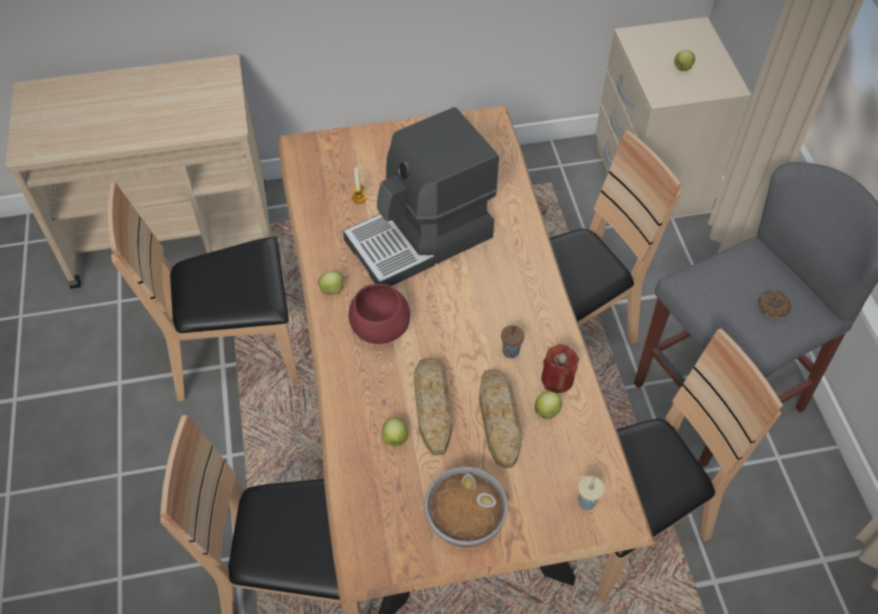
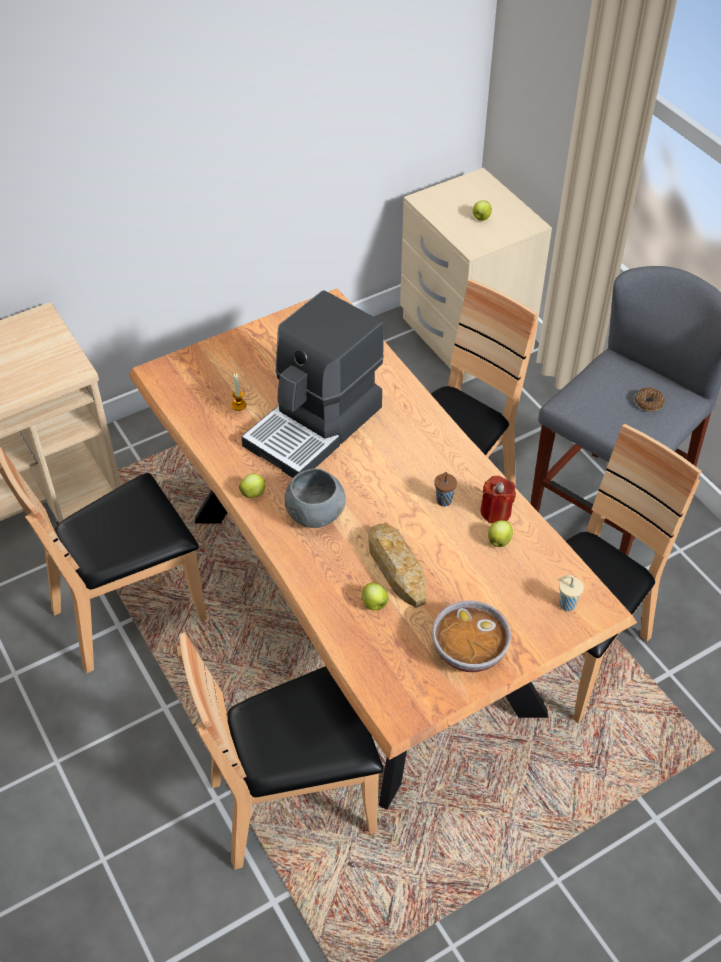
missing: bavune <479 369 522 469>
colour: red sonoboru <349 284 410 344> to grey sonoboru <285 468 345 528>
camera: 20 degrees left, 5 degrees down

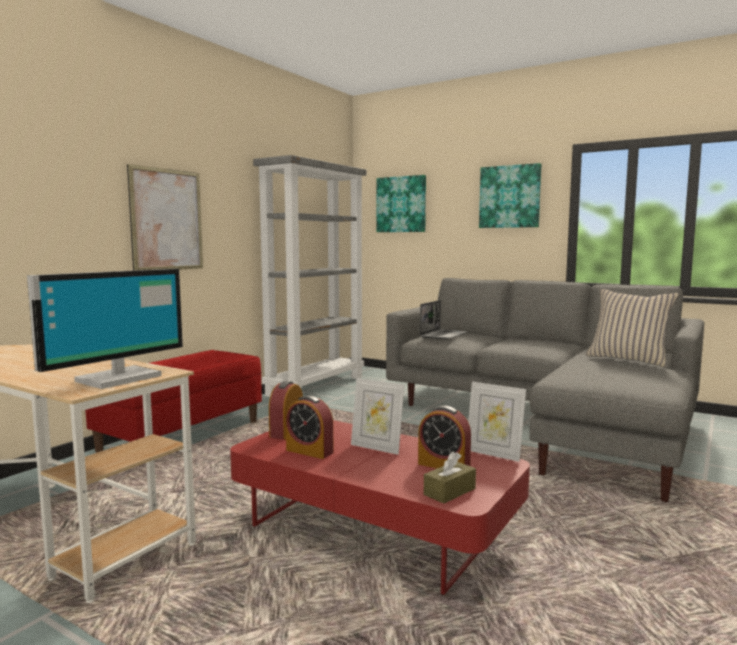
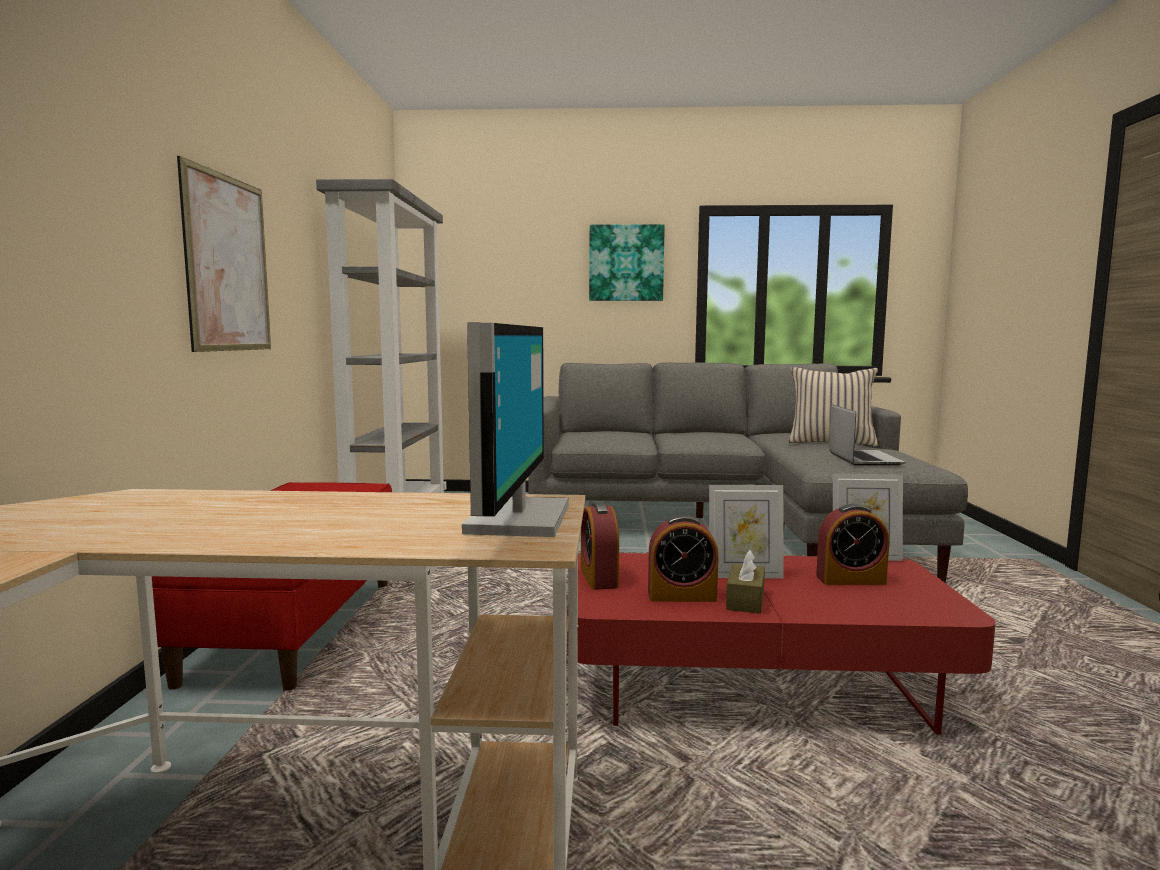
missing: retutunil <376 175 426 232>
relocated: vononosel <420 300 468 340> to <829 404 906 466>; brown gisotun <424 451 476 504> to <726 549 765 614>
camera: 30 degrees left, 0 degrees up

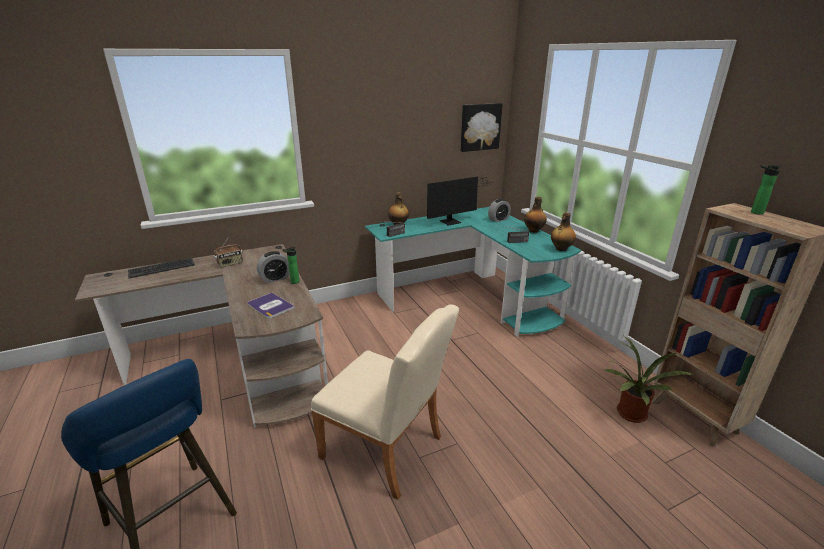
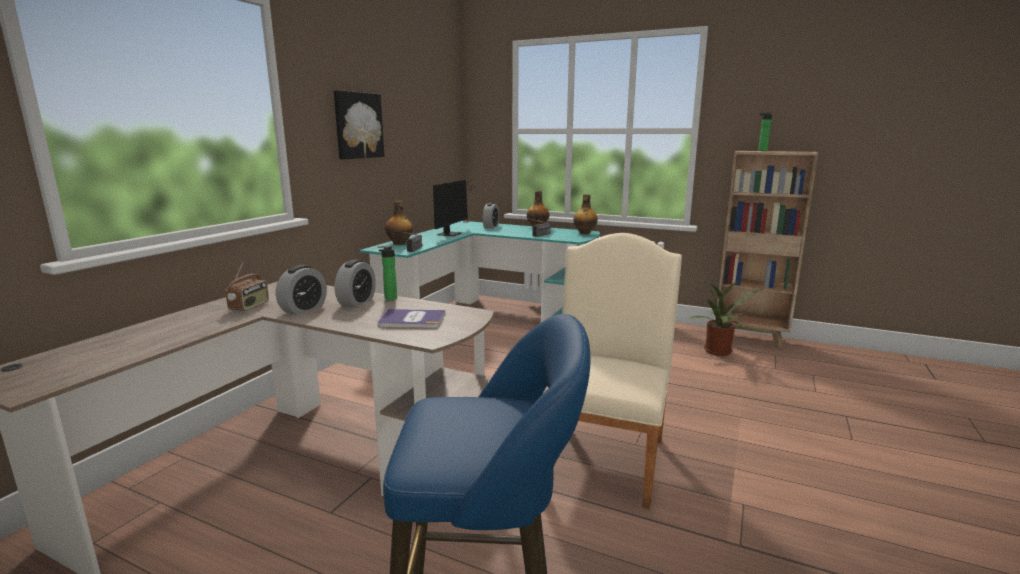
missing: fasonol <128 258 195 278>
appeared: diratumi <276 265 327 315>
relocated: retutunil <461 103 503 152> to <334 90 384 159>
spun: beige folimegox <311 304 459 500> = <542 233 682 509> 60 degrees counterclockwise
camera: 40 degrees left, 10 degrees down

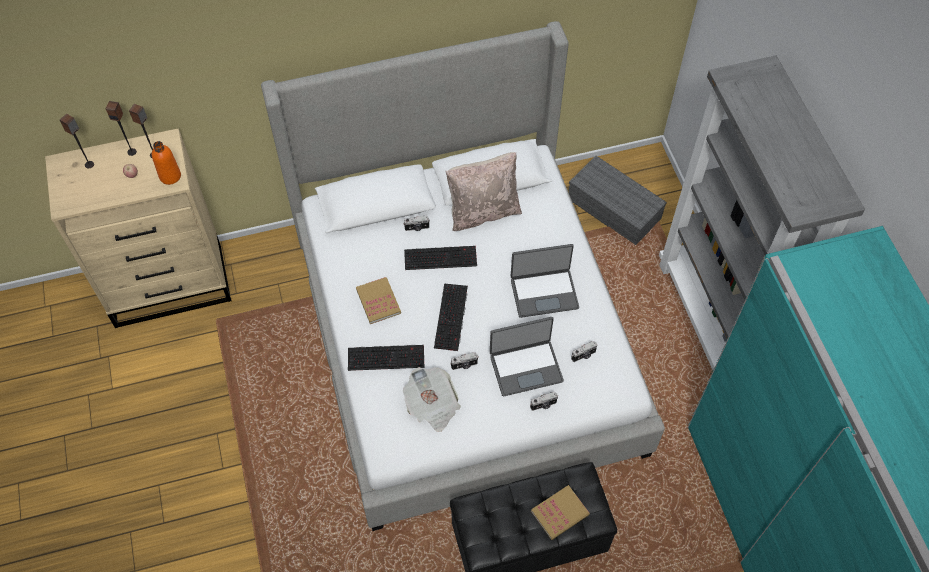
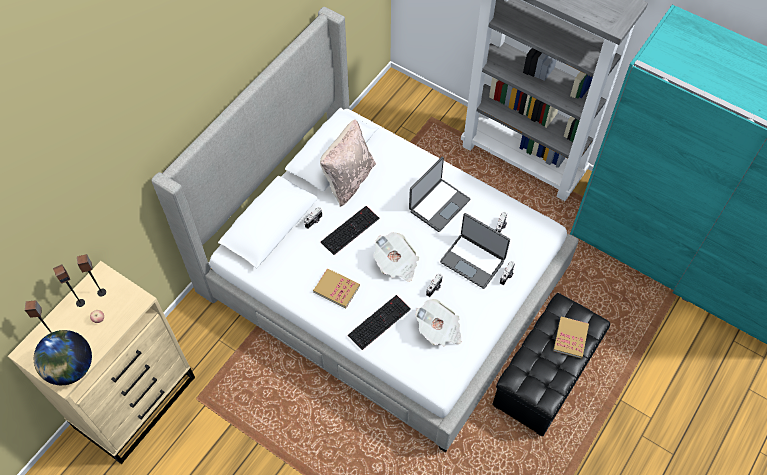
missing: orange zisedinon <152 141 181 185>; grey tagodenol <568 156 667 245>
appeared: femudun <34 330 92 385>
exchanged: fasonol <434 284 468 351> to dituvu <373 232 419 282>
spun: vononosel <490 317 564 396> = <440 213 510 289> 90 degrees clockwise
camera: 40 degrees left, 0 degrees up

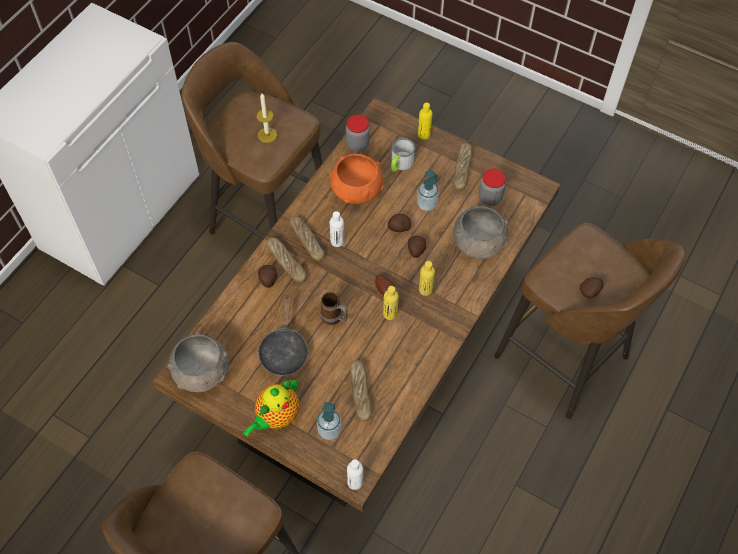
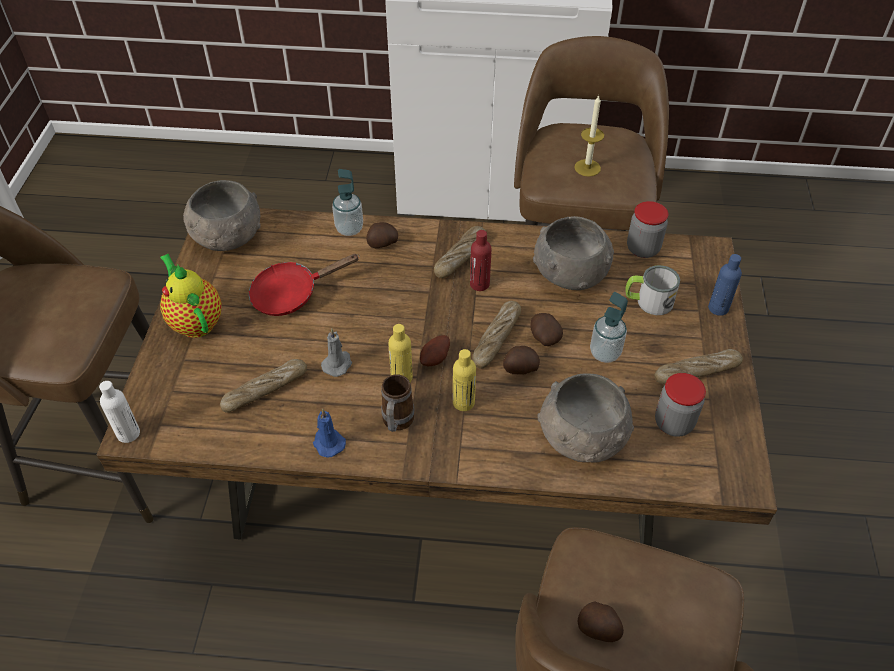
appeared: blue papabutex <313 409 346 457>; grey papabutex <321 329 352 377>
relocated: bavune <266 237 306 283> to <472 301 521 368>; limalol <317 402 341 440> to <332 169 363 236>; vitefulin <321 292 348 325> to <381 374 414 432>
colour: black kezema <258 295 309 376> to red kezema <249 254 360 316>; orange sonoboru <330 154 384 204> to grey sonoboru <533 216 614 290>; white zisedinon <330 211 344 247> to red zisedinon <470 230 492 291>; yellow zisedinon <418 103 432 140> to blue zisedinon <708 254 742 316>
spun: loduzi <243 379 299 437> = <160 254 222 338> 45 degrees clockwise
camera: 65 degrees right, 10 degrees down

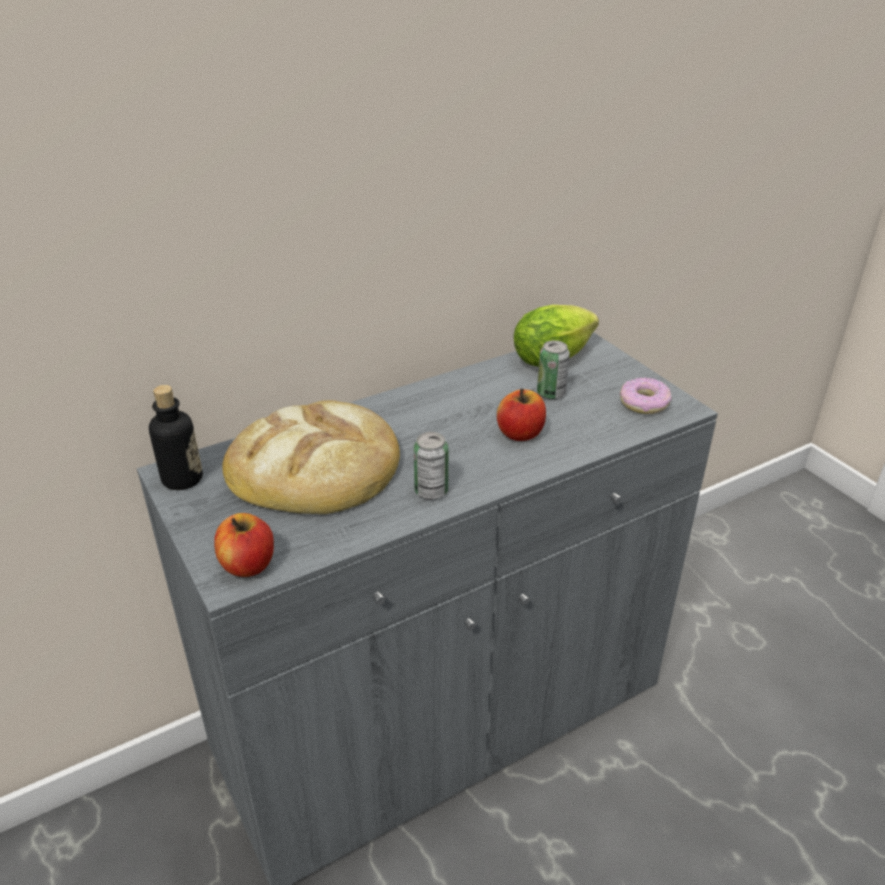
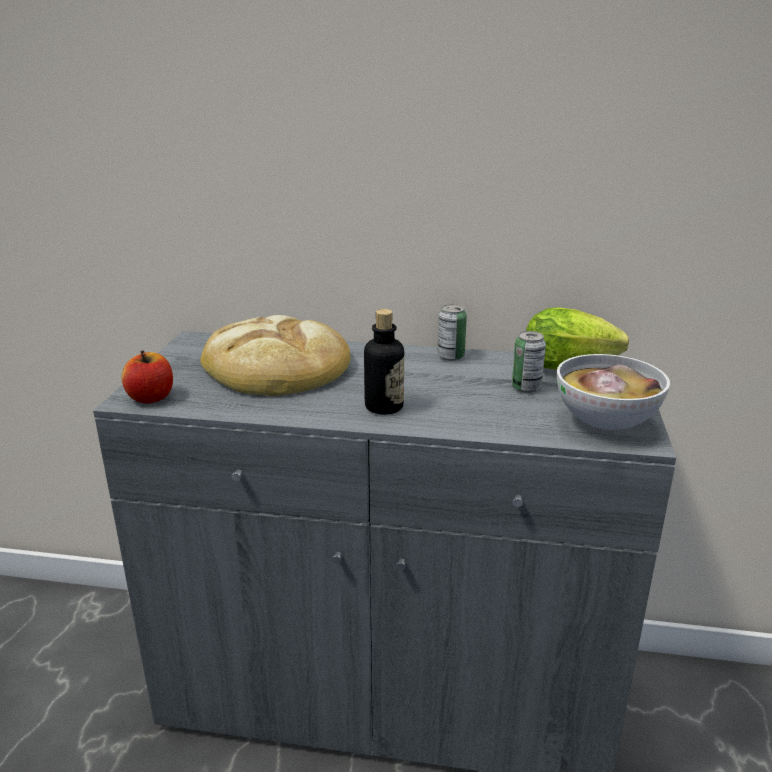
missing: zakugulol <497 389 546 441>
relocated: zisedinon <149 385 203 490> to <364 309 404 414>; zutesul <414 432 448 500> to <437 304 467 361>
exchanged: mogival <619 377 672 414> to sonoboru <557 354 670 431>
camera: 40 degrees right, 10 degrees down

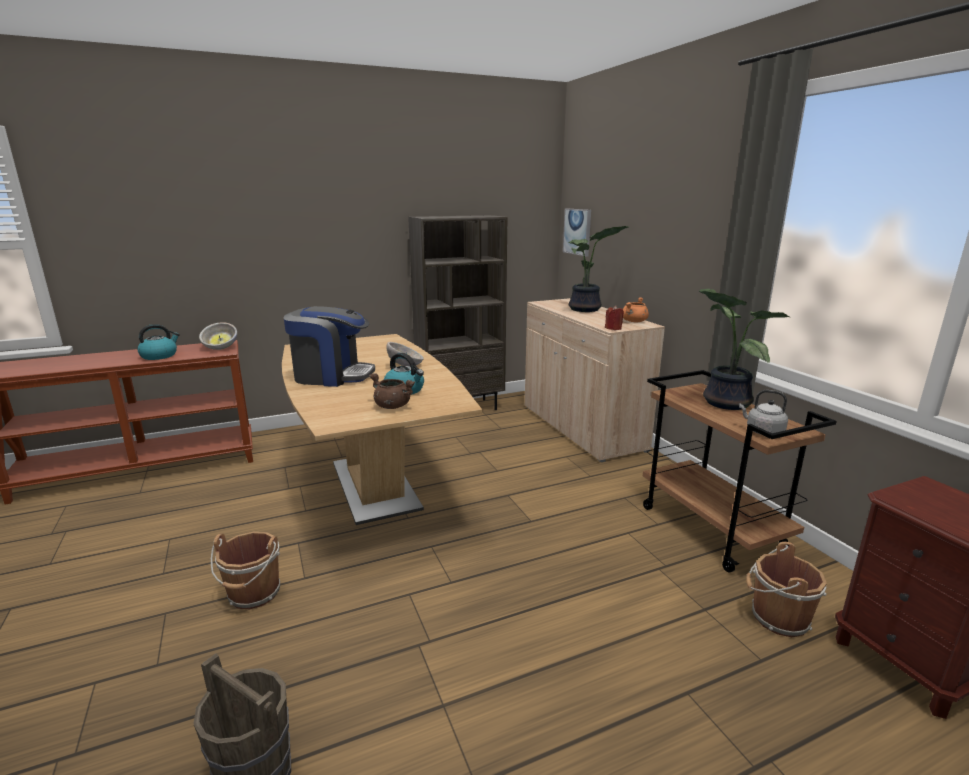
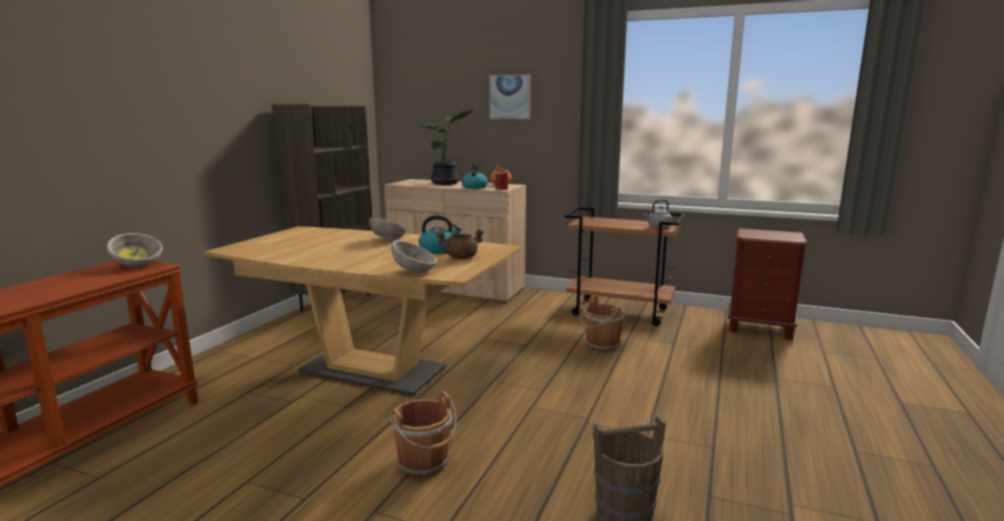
missing: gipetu <284 306 375 387>; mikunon <698 289 789 410>
appeared: sonoboru <391 240 437 273>
relocated: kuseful <137 324 180 360> to <462 162 488 189>; retutunil <563 209 591 257> to <489 74 531 119>; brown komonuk <746 542 827 637> to <580 296 626 351>
camera: 45 degrees left, 5 degrees down

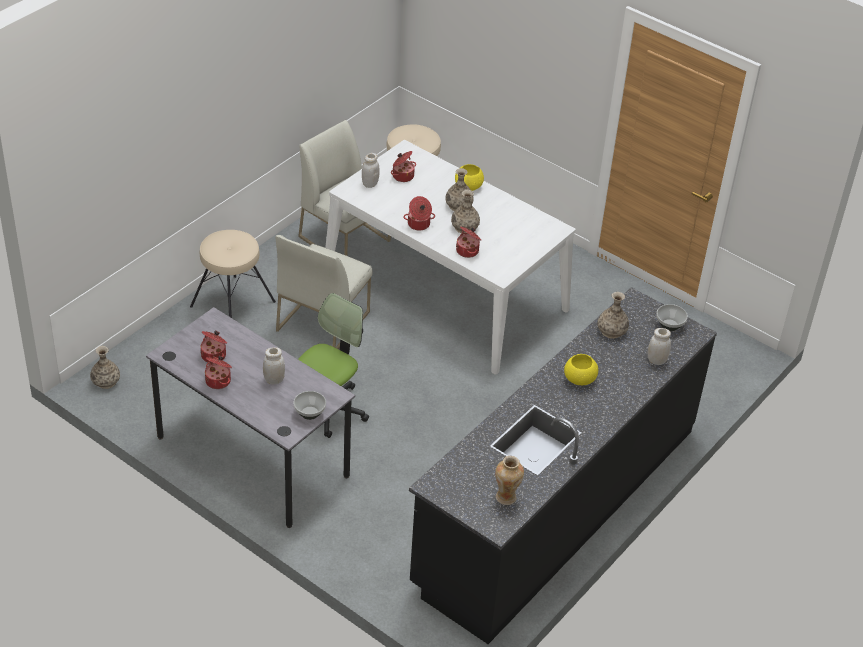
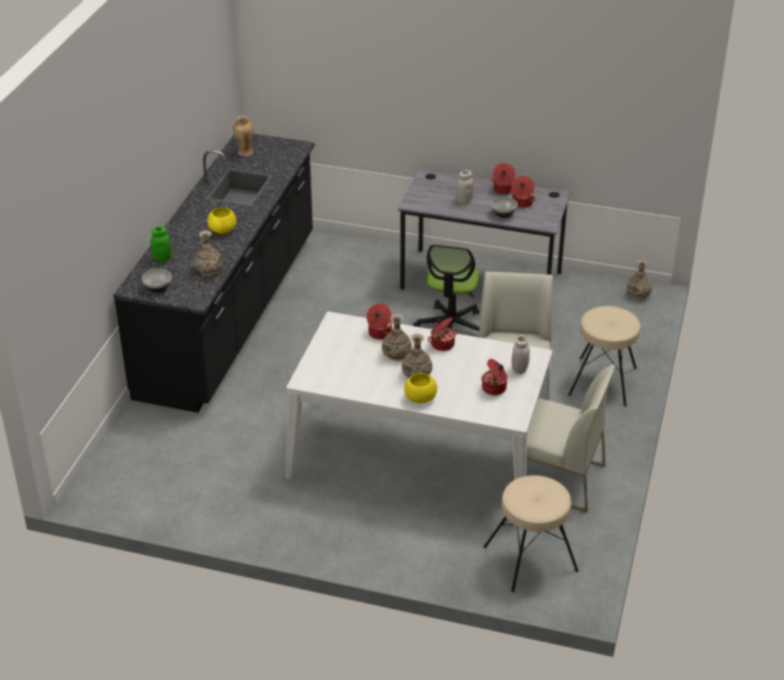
relocated: sonoboru <294 391 326 420> to <491 197 517 218>
colour: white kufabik <648 328 671 365> to green kufabik <151 226 171 262>
camera: 160 degrees right, 5 degrees down

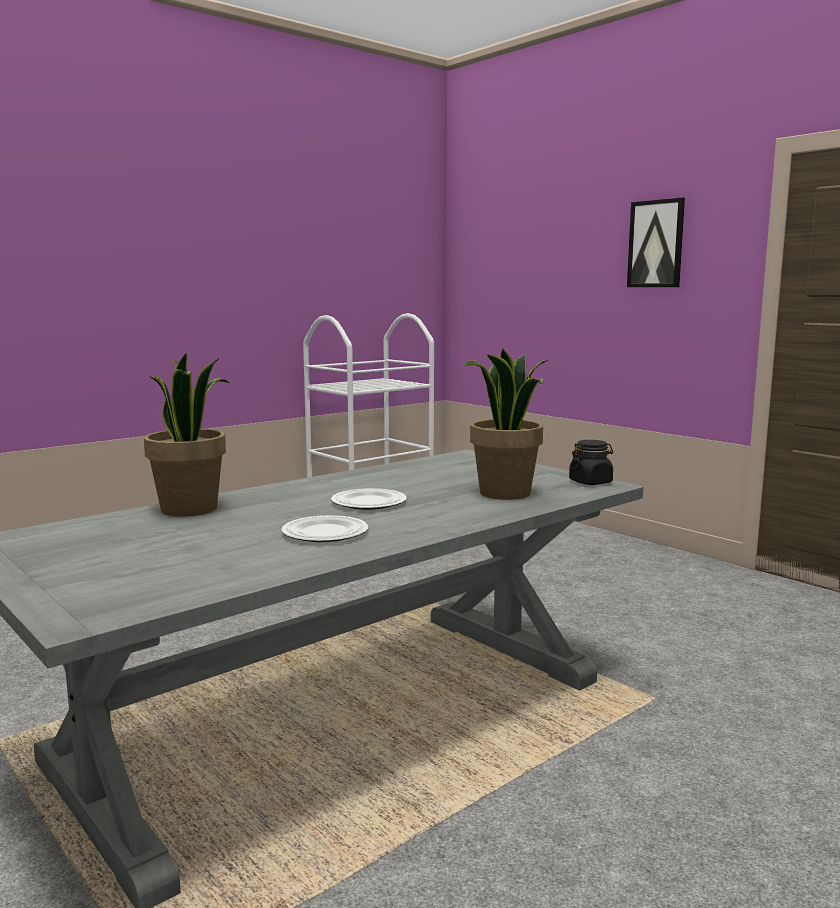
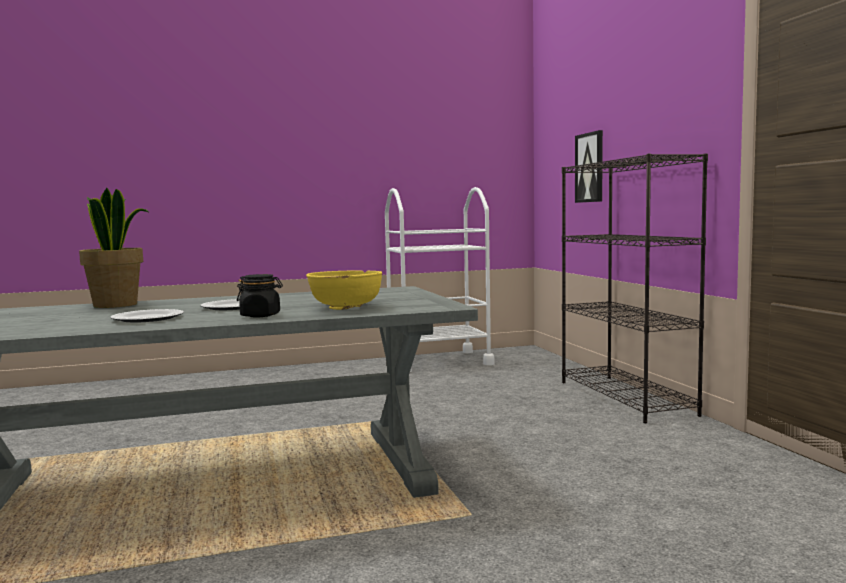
appeared: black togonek <562 154 708 423>
relocated: black kufabik <569 440 613 485> to <237 274 283 317>; retutunil <627 198 685 287> to <575 130 603 203>
exchanged: mikunon <463 348 550 500> to yellow sonoboru <306 270 382 310>
camera: 25 degrees right, 5 degrees down

